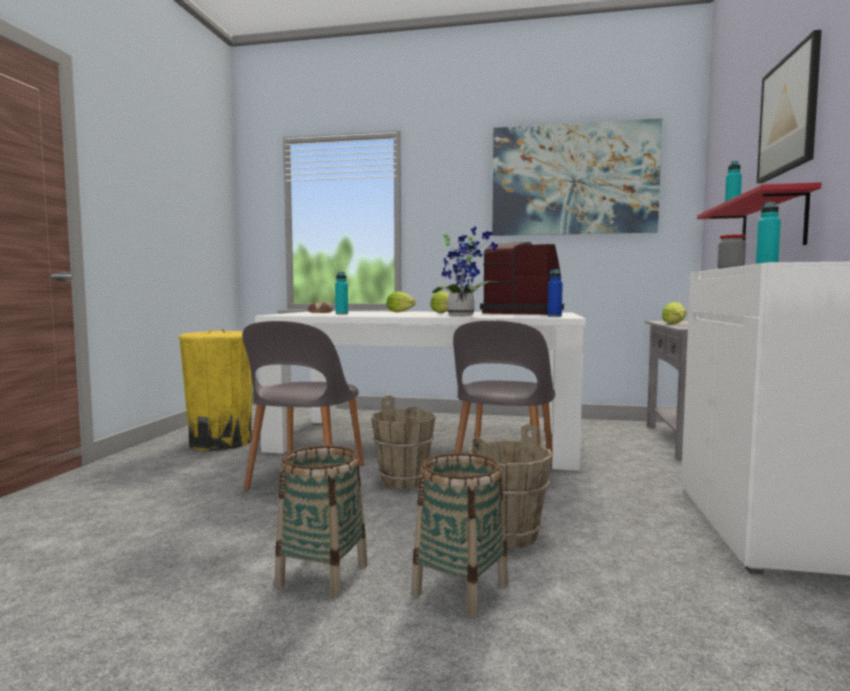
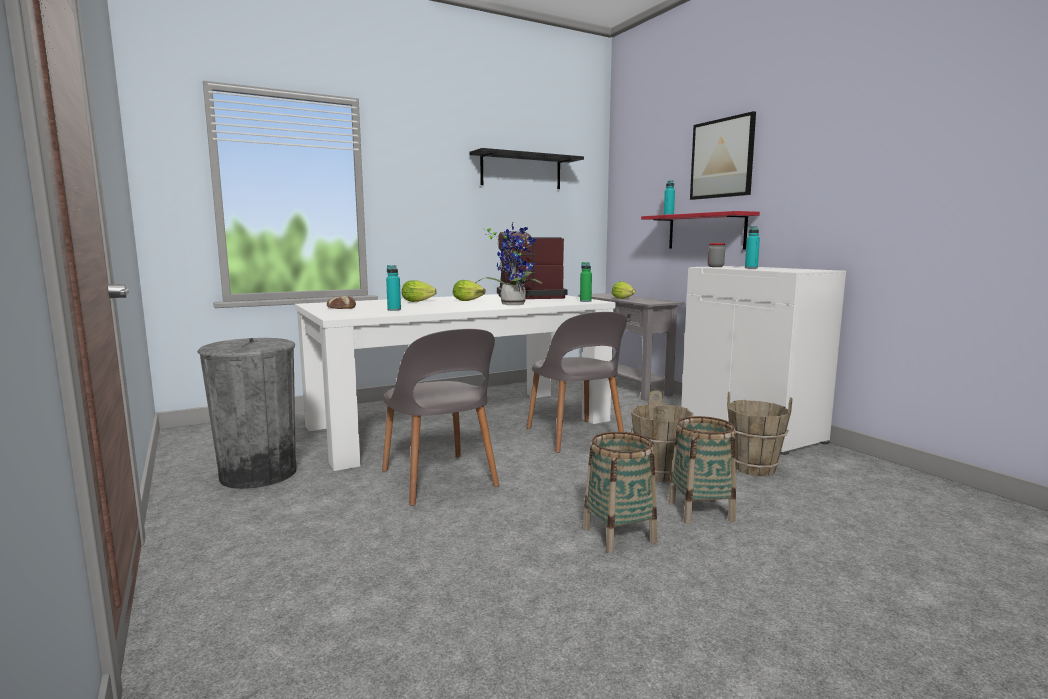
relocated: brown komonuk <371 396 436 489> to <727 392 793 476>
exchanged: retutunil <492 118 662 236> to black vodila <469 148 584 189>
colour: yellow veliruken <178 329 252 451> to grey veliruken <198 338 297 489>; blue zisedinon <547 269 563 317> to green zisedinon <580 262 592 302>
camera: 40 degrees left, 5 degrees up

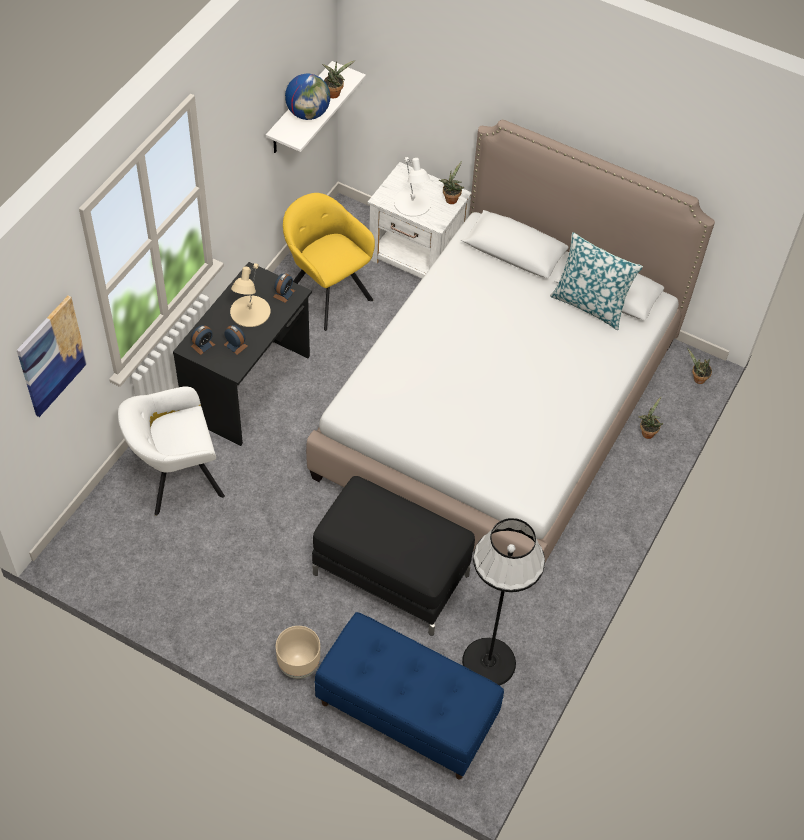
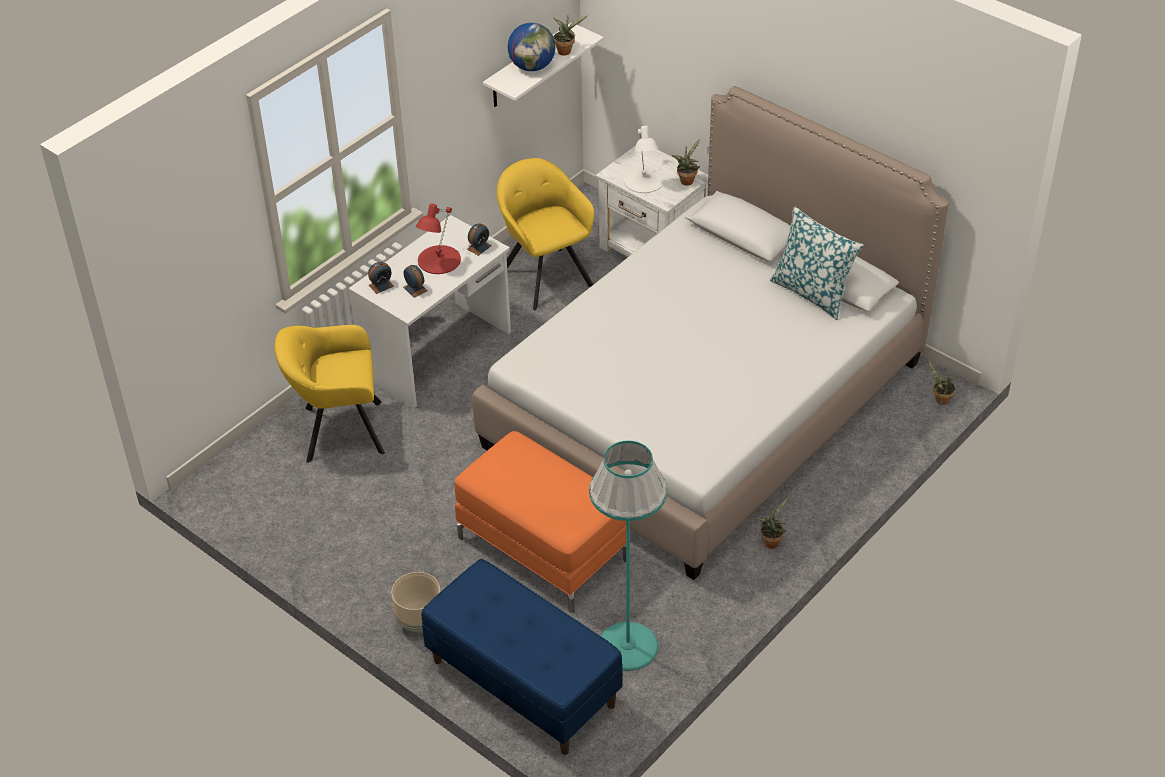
missing: retutunil <17 296 87 417>
relocated: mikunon <638 396 663 439> to <755 498 788 549>
colour: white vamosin <118 386 225 516> to yellow vamosin <274 325 385 463>; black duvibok <173 262 312 446> to white duvibok <349 215 511 408>; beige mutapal <230 263 271 327> to red mutapal <416 203 461 274>; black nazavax <312 476 475 636> to orange nazavax <455 431 626 612>; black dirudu <462 518 545 686> to turquoise dirudu <589 440 667 671>
camera: 15 degrees right, 10 degrees down

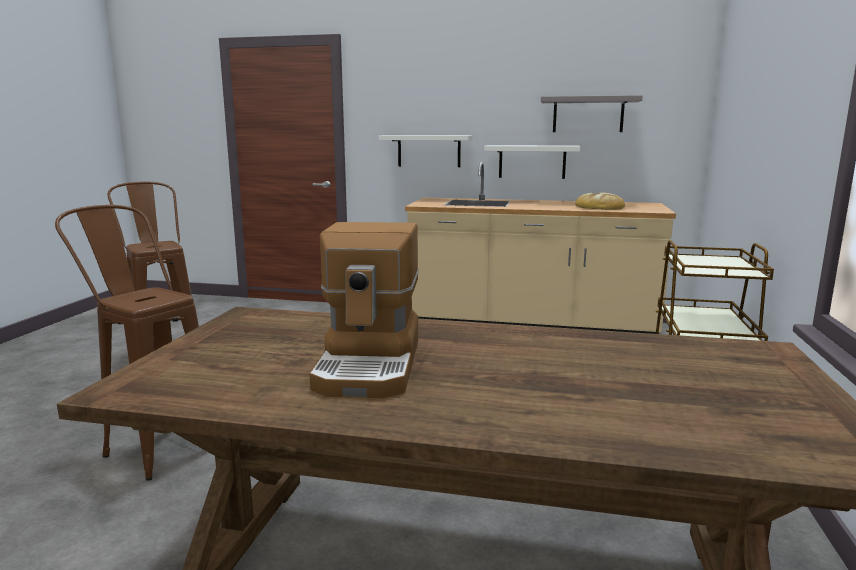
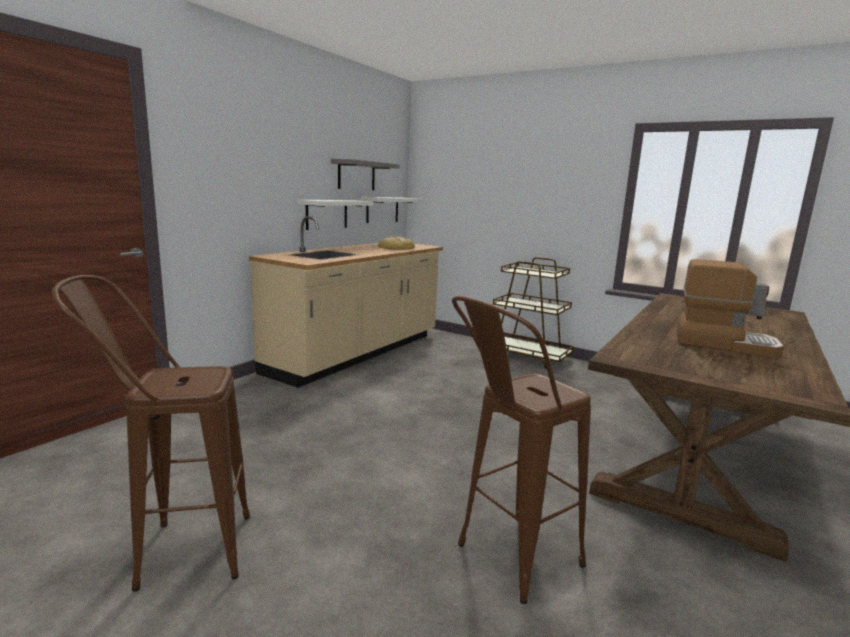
relocated: white vodila <379 135 473 167> to <361 197 422 223>
camera: 70 degrees left, 0 degrees up

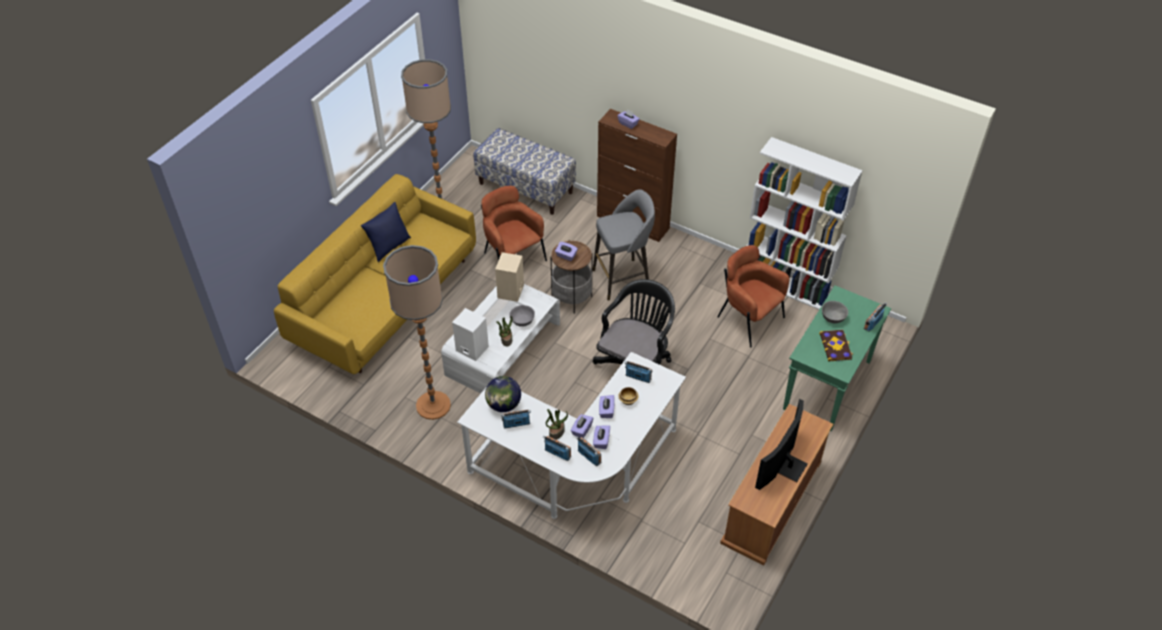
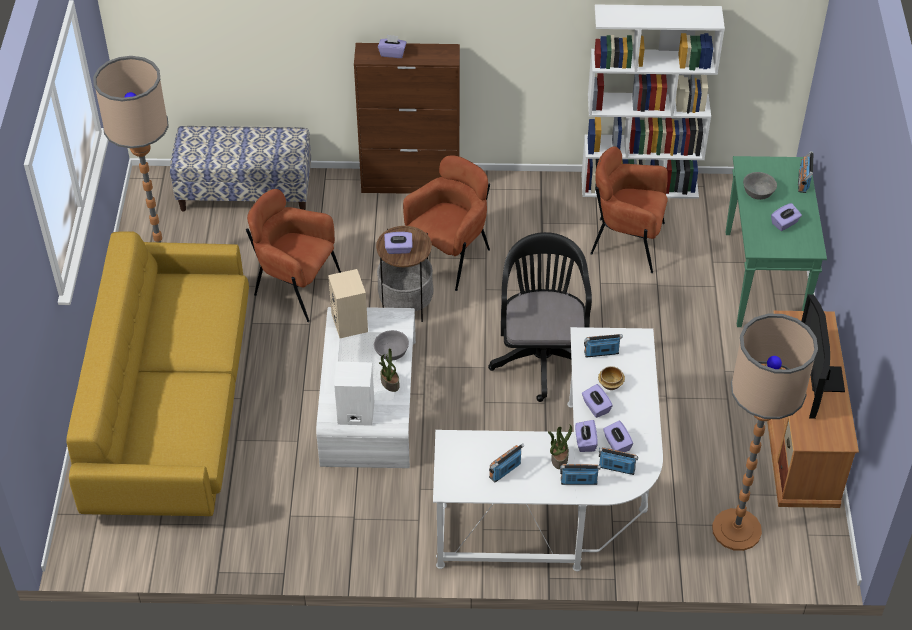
missing: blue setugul <361 202 411 262>; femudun <485 376 521 412>
relocated: dirudu <383 245 451 420> to <712 314 818 551>
exchanged: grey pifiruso <592 189 655 301> to brown vamosin <403 155 490 291>; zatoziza <819 330 853 361> to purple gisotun <771 203 802 231>
camera: 30 degrees left, 0 degrees up

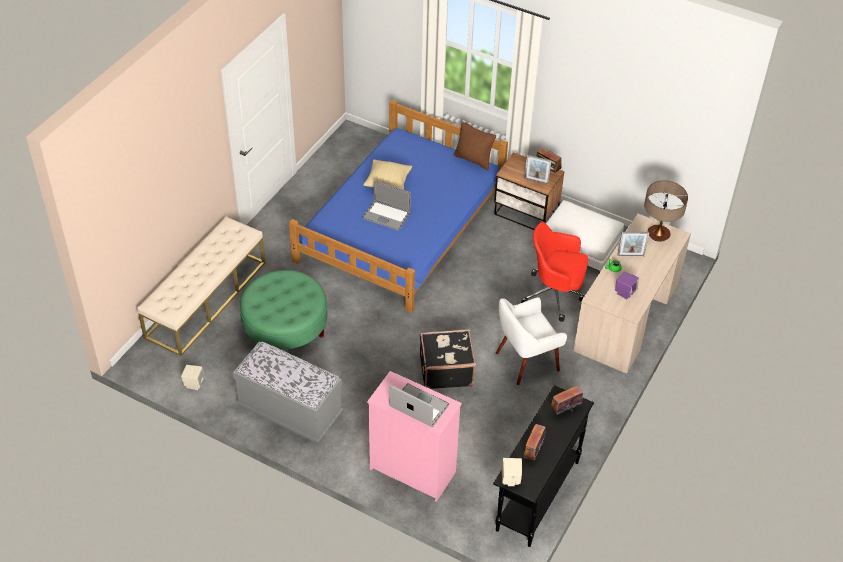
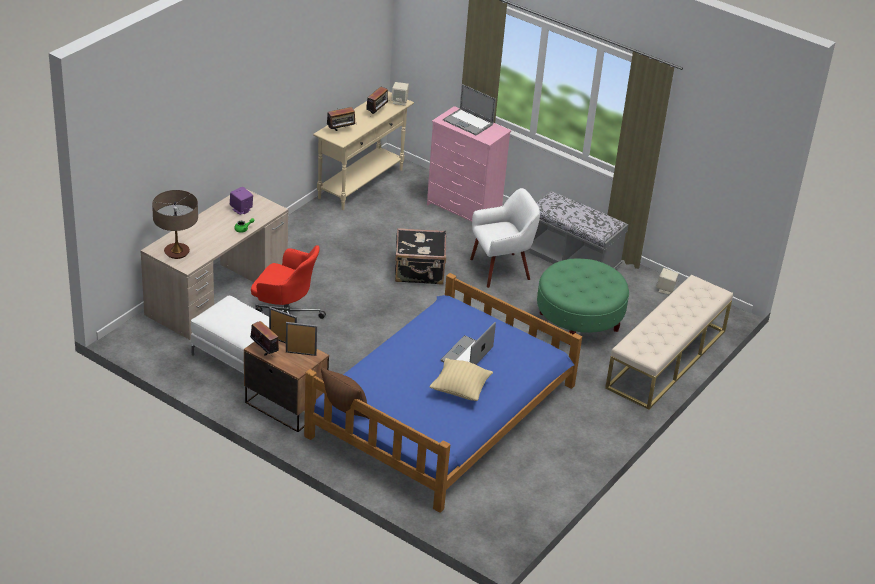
relocated: white vamosin <496 297 567 385> to <470 188 540 288>; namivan <618 232 649 256> to <286 322 317 356>
colour: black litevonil <493 385 594 547> to beige litevonil <313 91 414 210>
spun: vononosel <362 181 411 231> = <440 322 496 365> 90 degrees counterclockwise
camera: 175 degrees left, 10 degrees down

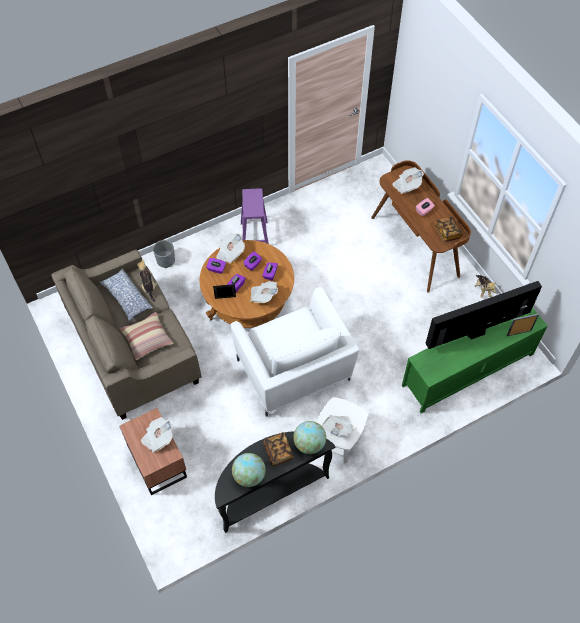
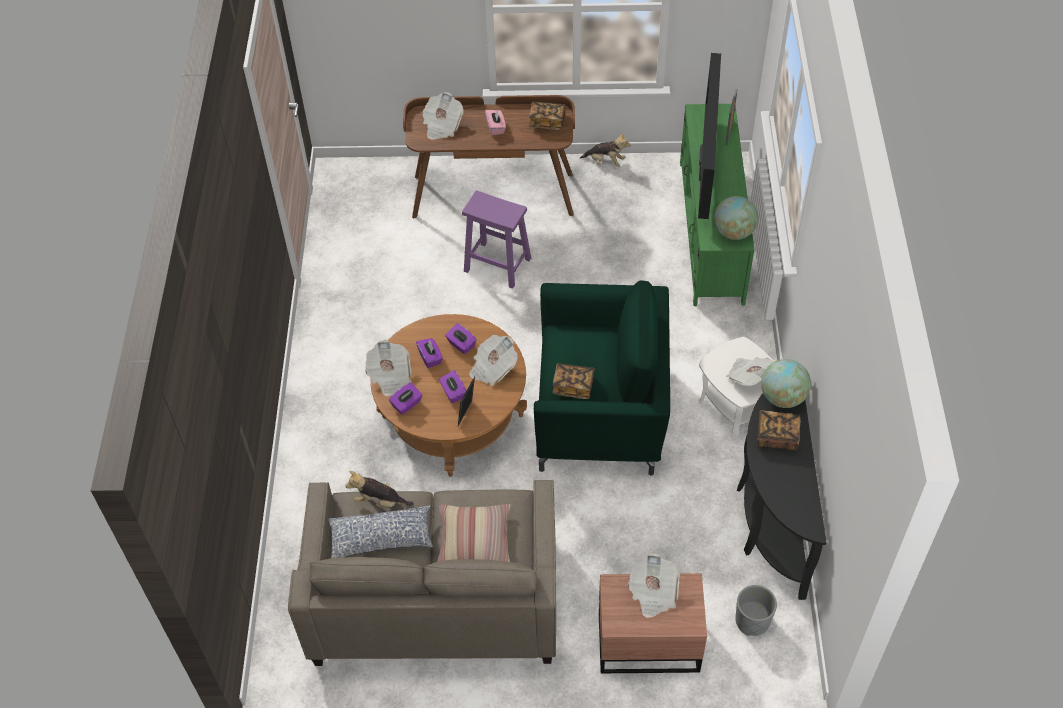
appeared: zatoziza <552 363 595 399>
relocated: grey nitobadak <153 240 175 268> to <735 585 777 636>; femudun <232 453 266 487> to <714 196 758 240>; purple pifiruso <241 188 269 244> to <462 191 531 289>
colour: white vamosin <231 287 359 417> to green vamosin <534 281 670 475>
camera: 60 degrees left, 5 degrees down

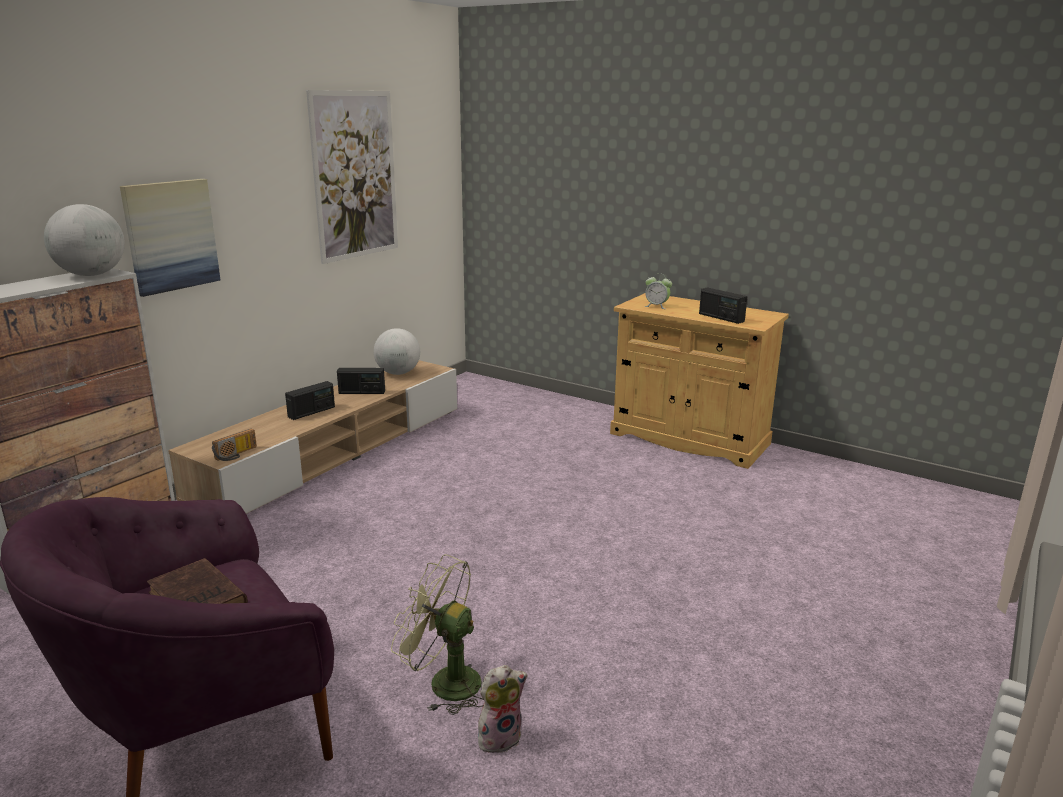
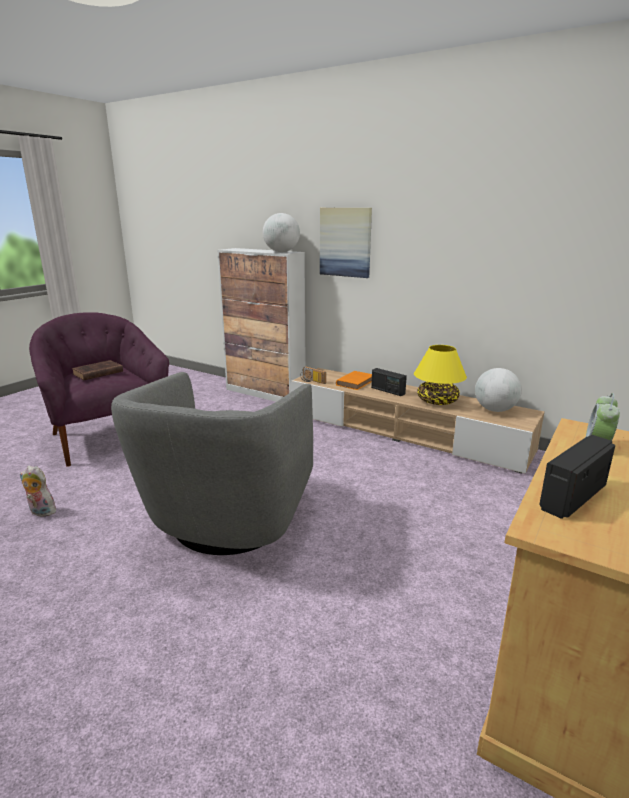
missing: retutunil <306 90 398 264>; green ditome <391 554 484 715>
appeared: grey vamosin <111 372 313 555>; orange zatoziza <336 371 372 390>
exchanged: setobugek <337 368 385 394> to yellow mutapal <414 345 467 405>
spun: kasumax <478 665 527 753> = <20 466 56 517> 135 degrees clockwise
camera: 90 degrees right, 0 degrees up

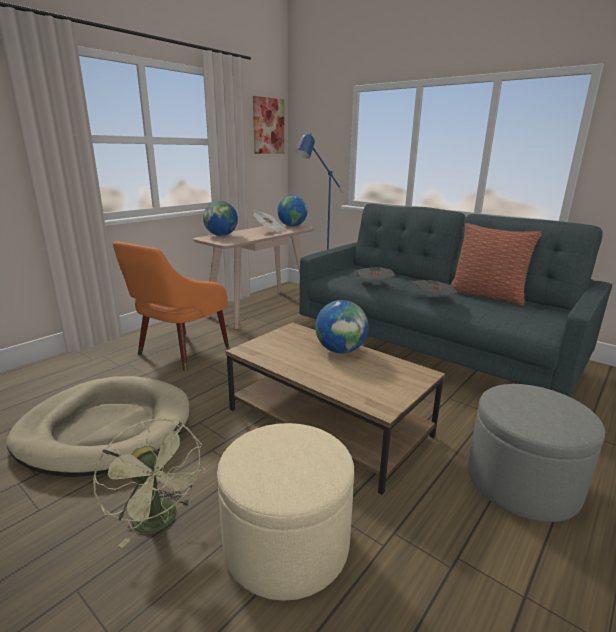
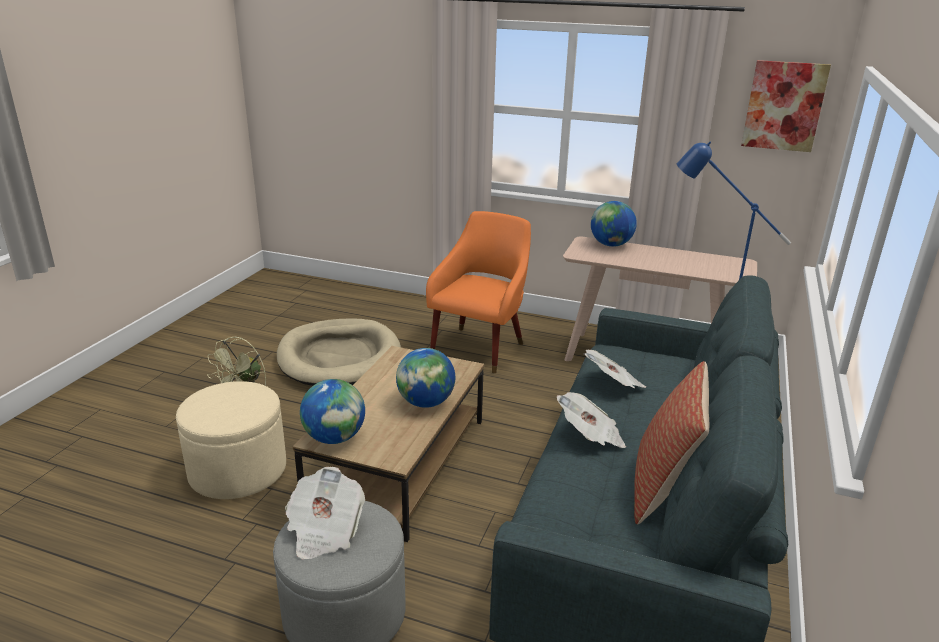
relocated: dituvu <253 210 286 233> to <285 467 365 559>; femudun <277 195 307 227> to <300 379 365 444>
spun: orange vamosin <113 241 229 371> = <426 211 531 373> 105 degrees clockwise
camera: 70 degrees right, 5 degrees up

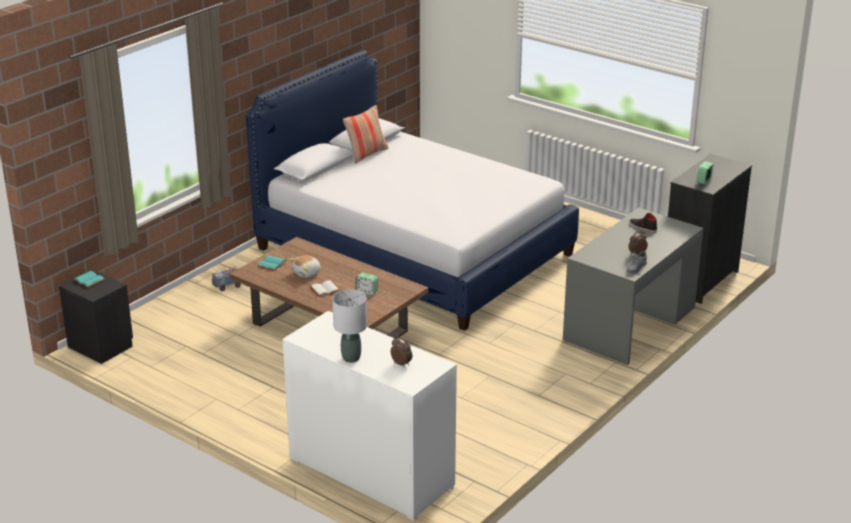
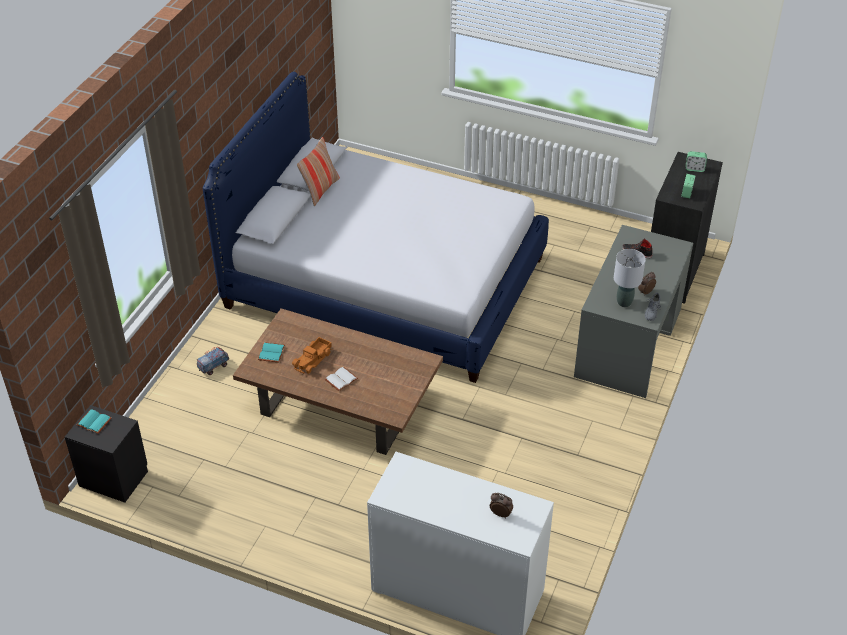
relocated: grey mutapal <332 290 367 363> to <614 249 646 307>; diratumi <356 272 378 296> to <686 151 707 172>
exchanged: kasumax <289 256 321 278> to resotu <292 337 332 374>
camera: 15 degrees left, 15 degrees up

